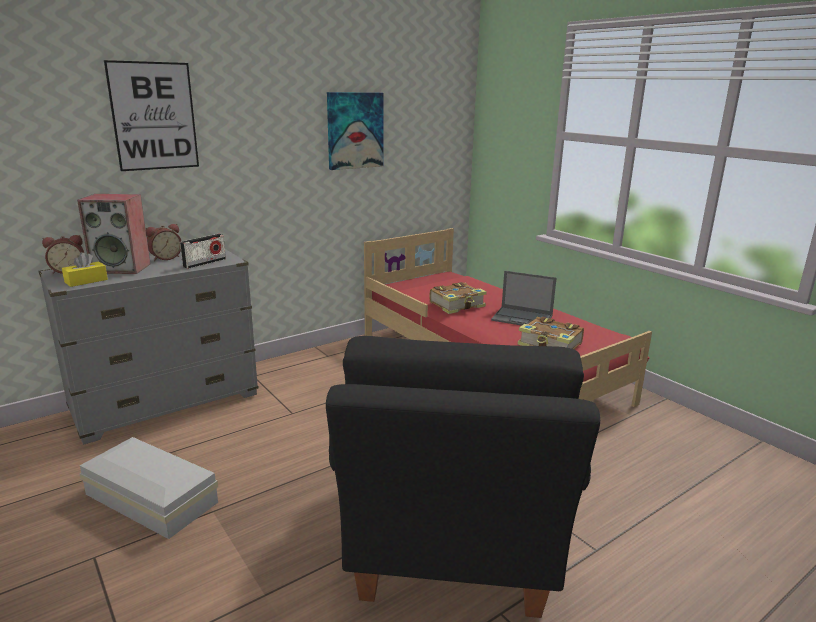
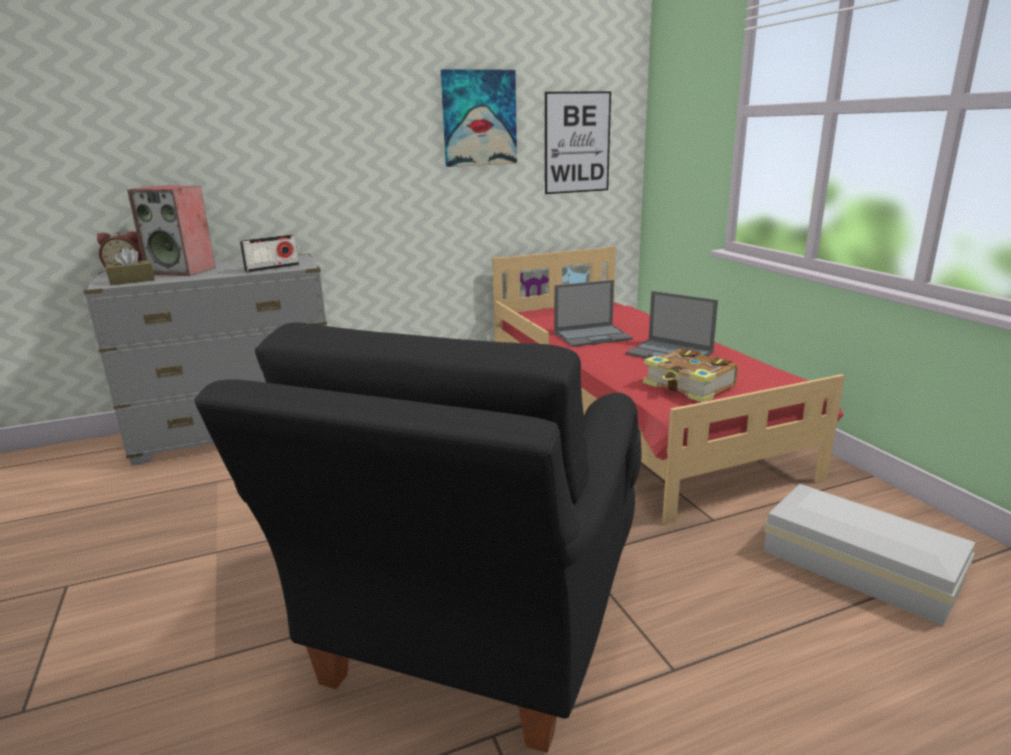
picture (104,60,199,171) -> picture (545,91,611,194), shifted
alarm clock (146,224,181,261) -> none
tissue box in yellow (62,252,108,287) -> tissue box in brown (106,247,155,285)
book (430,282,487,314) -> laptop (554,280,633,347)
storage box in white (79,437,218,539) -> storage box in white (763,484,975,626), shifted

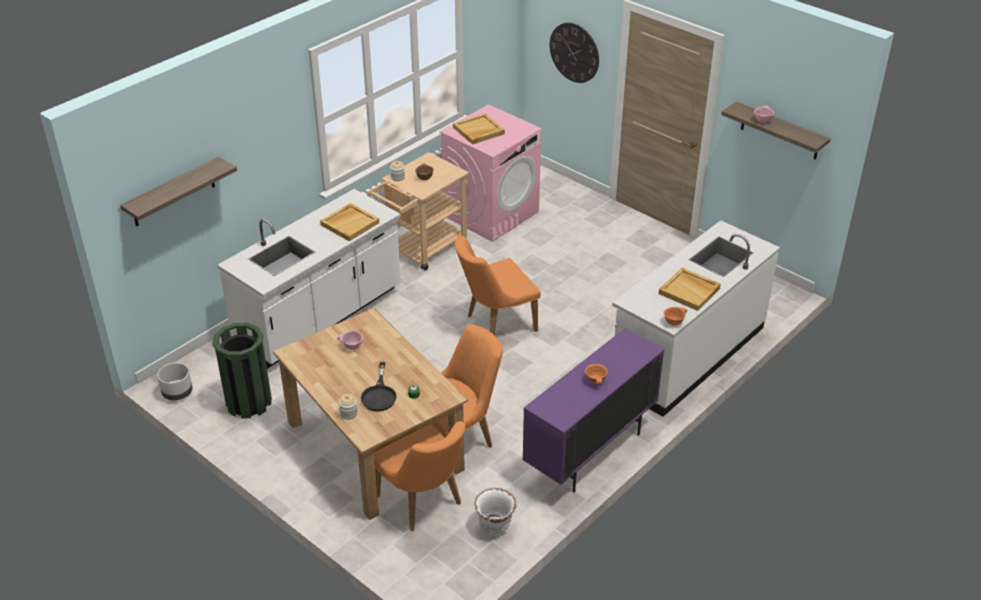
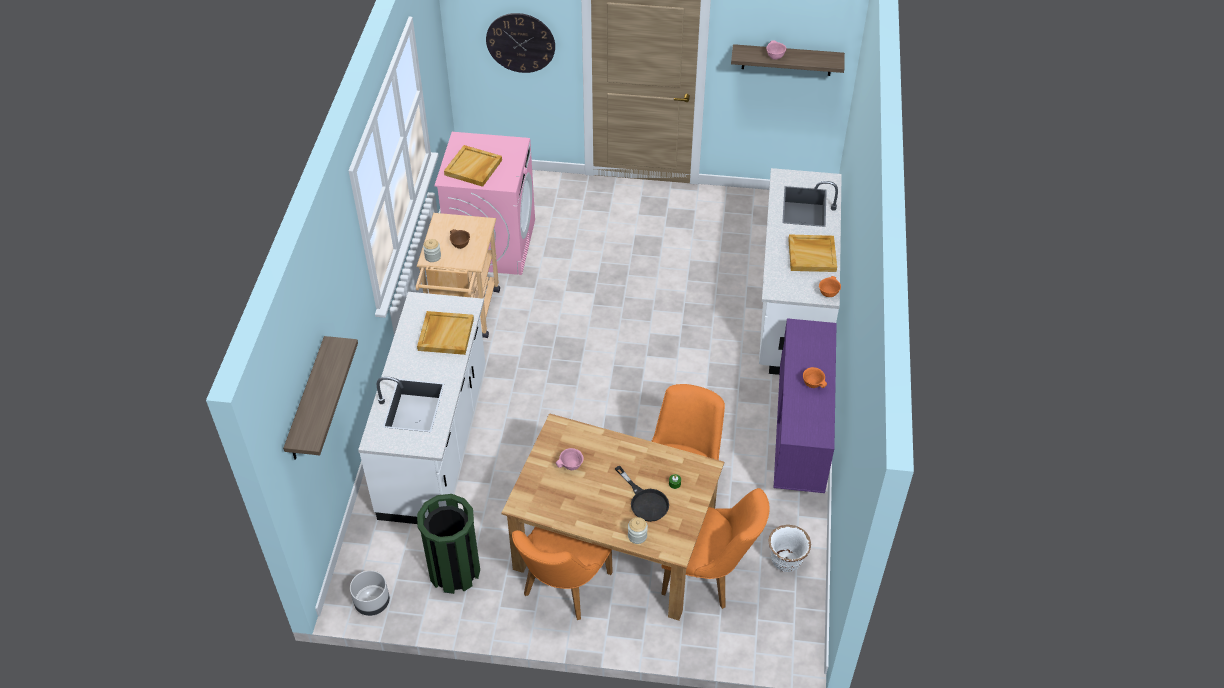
chair in orange (455,236,541,335) -> chair in orange (512,527,613,620), shifted

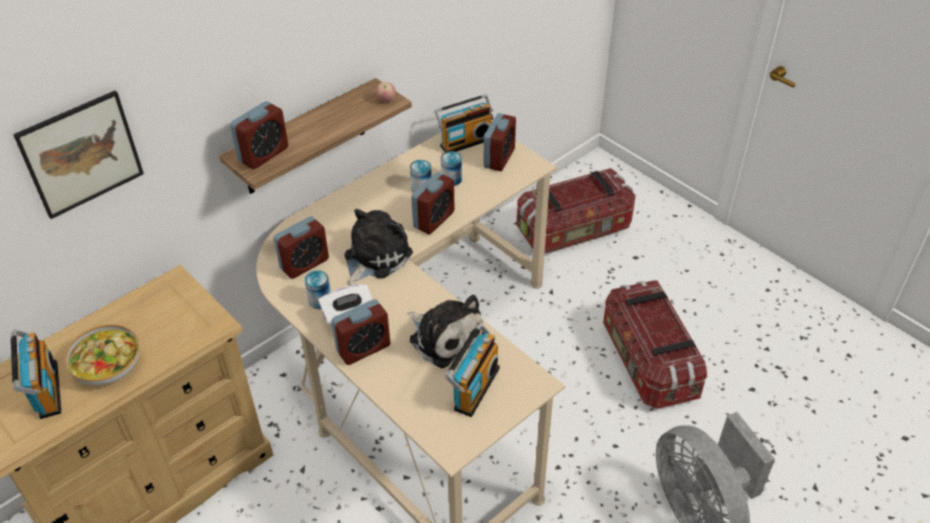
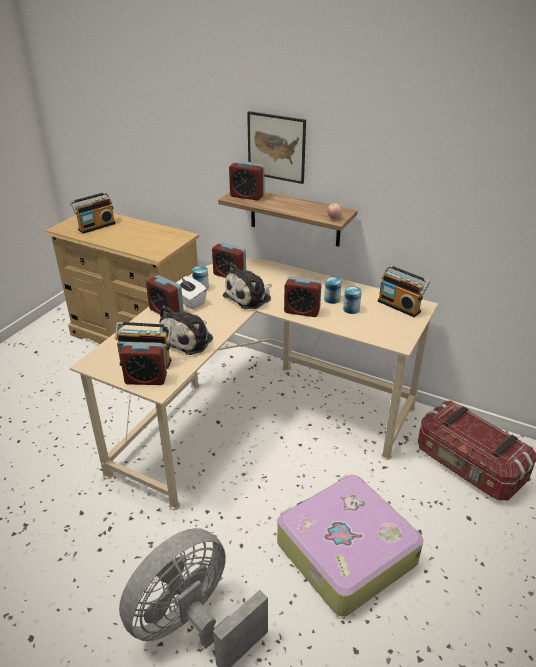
picture (13,91,144,219) -> picture (247,111,306,184), shifted
alarm clock (484,113,516,171) -> alarm clock (120,342,167,385), shifted
plush toy (344,209,413,286) -> plush toy (223,262,272,309), 120 degrees clockwise
storage box (603,281,707,409) -> suitcase (277,475,424,617)
bowl (65,325,140,385) -> none

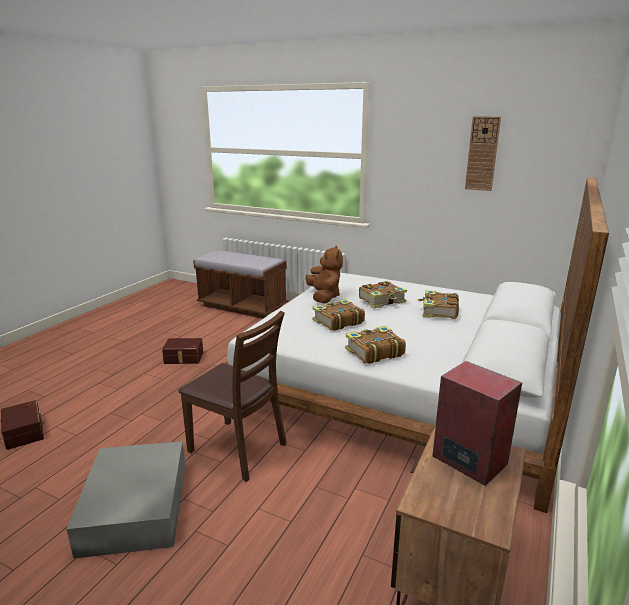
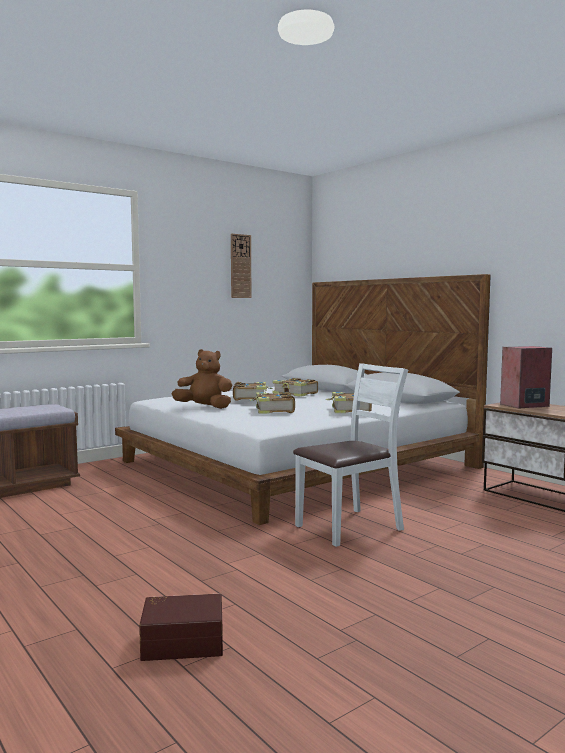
chair in brown (178,311,287,482) -> chair in white (293,363,408,547)
storage box in brown (162,338,203,364) -> none
storage box in grey (66,441,186,559) -> none

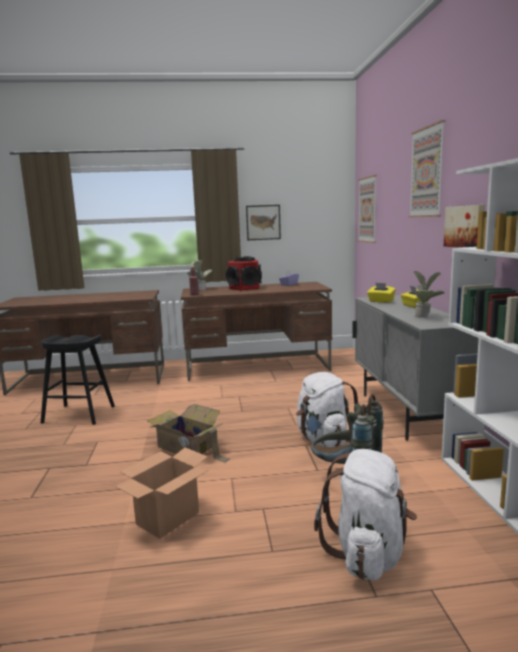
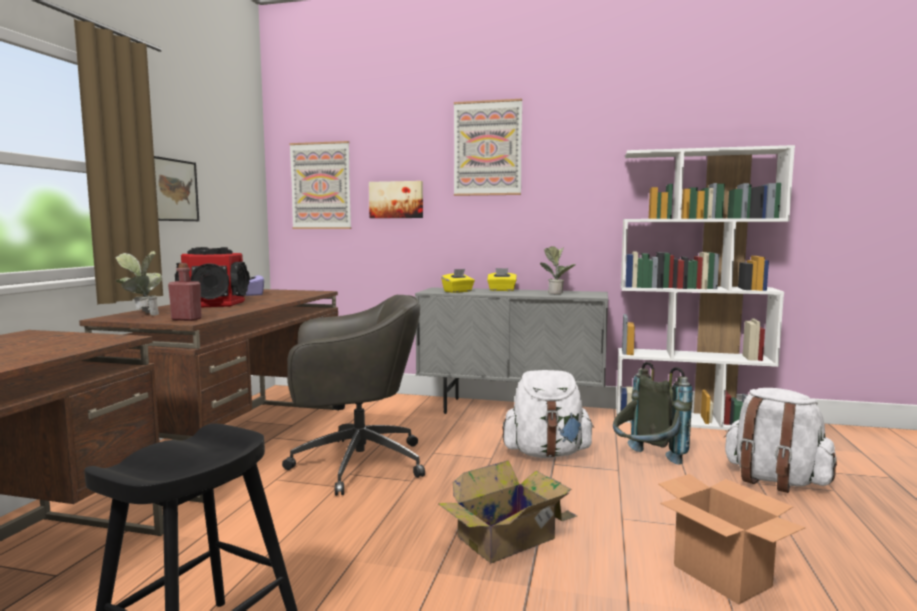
picture (444,205,485,248) -> picture (369,181,423,218), shifted
none -> office chair in grey (282,295,425,496)

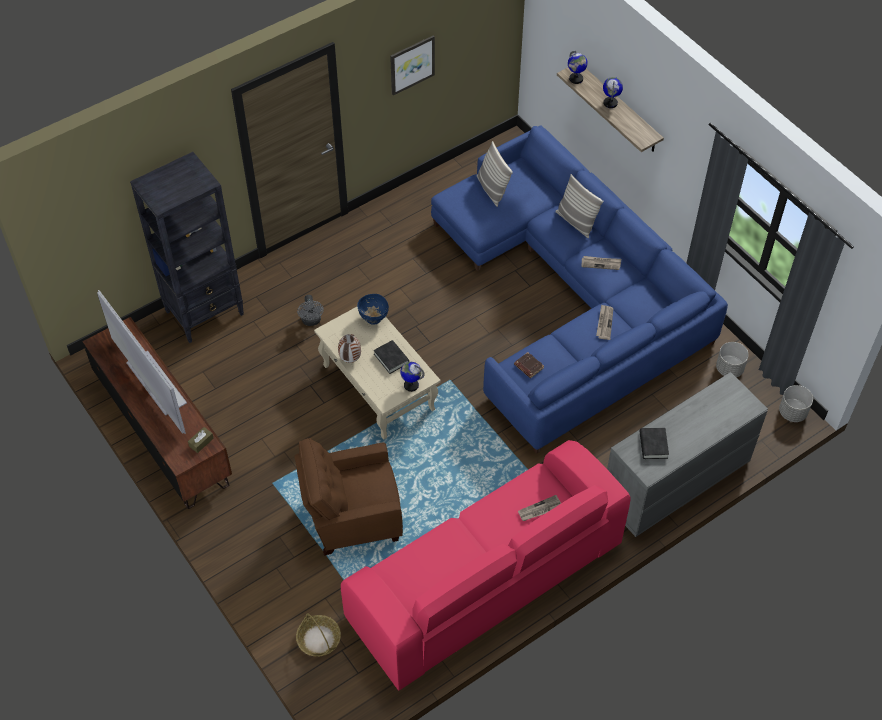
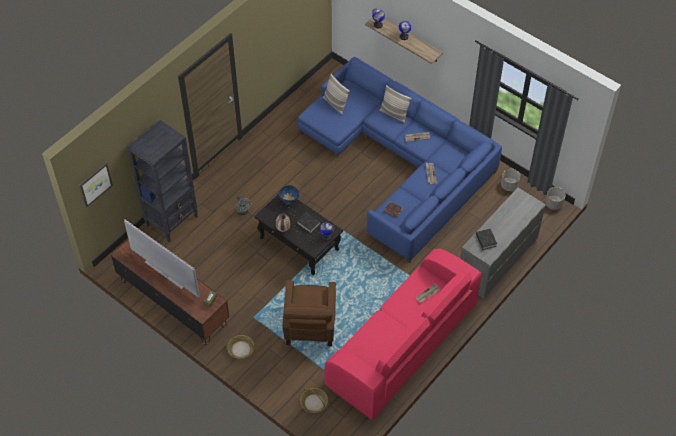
picture (390,35,435,95) -> picture (79,163,113,208), shifted
coffee table in beige (314,307,441,440) -> coffee table in black (254,194,343,275)
armchair in brown (294,438,403,556) -> armchair in brown (282,280,336,346), 60 degrees counterclockwise
none -> basket (227,335,254,359)

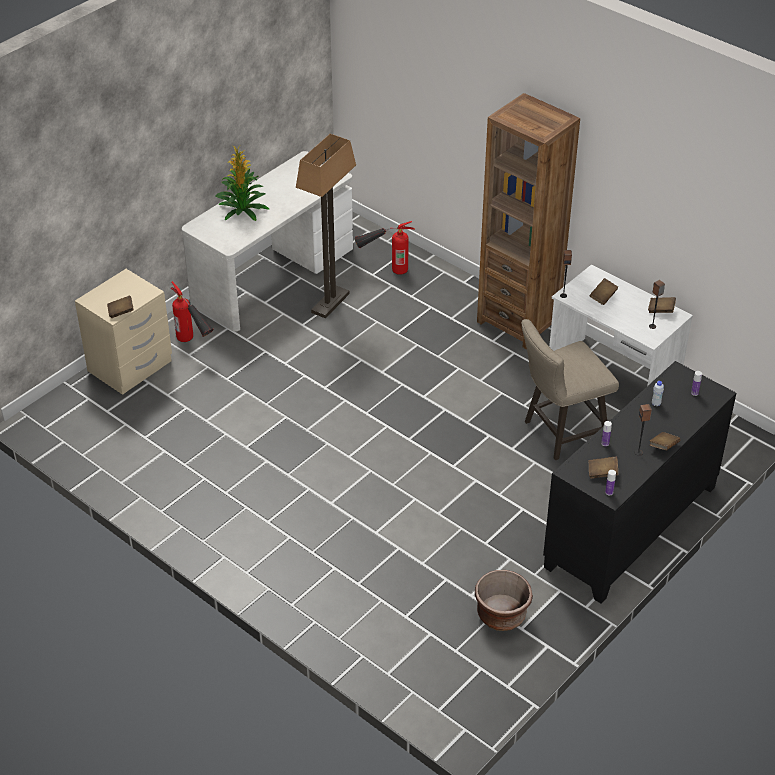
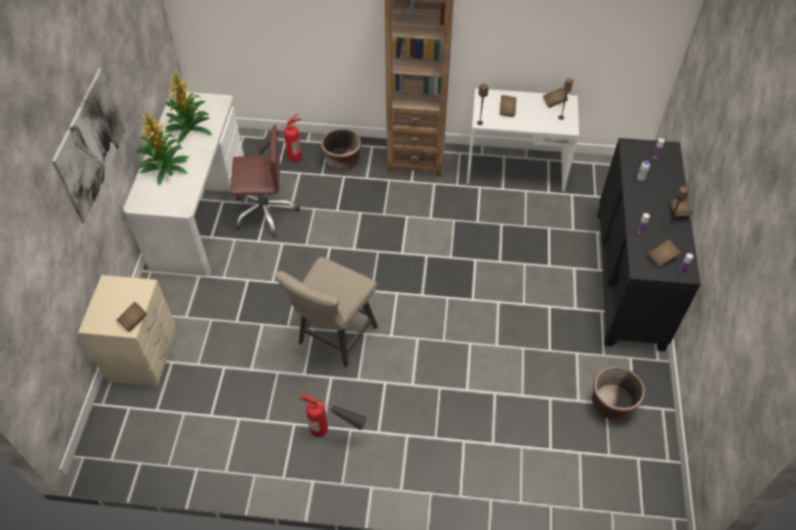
floor lamp (296,134,356,318) -> office chair in brown (231,125,300,237)
fire extinguisher (171,281,214,342) -> fire extinguisher (298,394,367,437), shifted
stool in beige (521,319,619,460) -> stool in beige (275,257,378,367), shifted
none -> picture (52,68,125,223)
none -> potted plant (165,70,212,144)
none -> planter in brown (321,129,361,170)

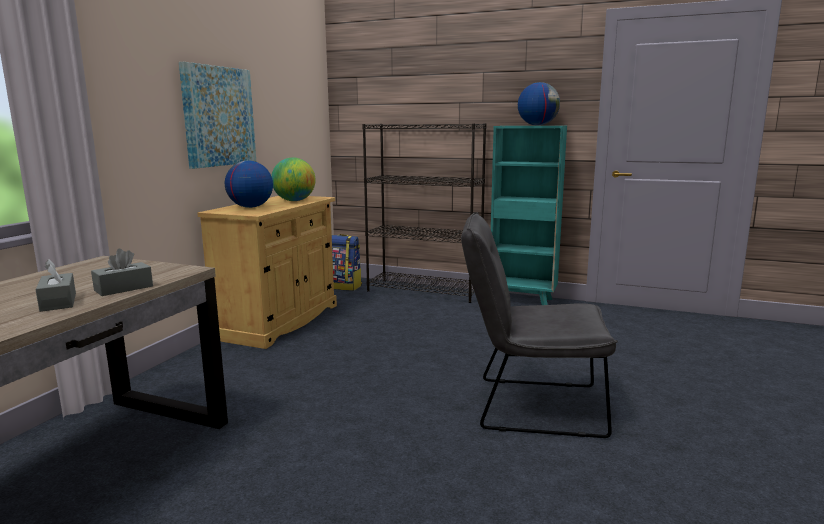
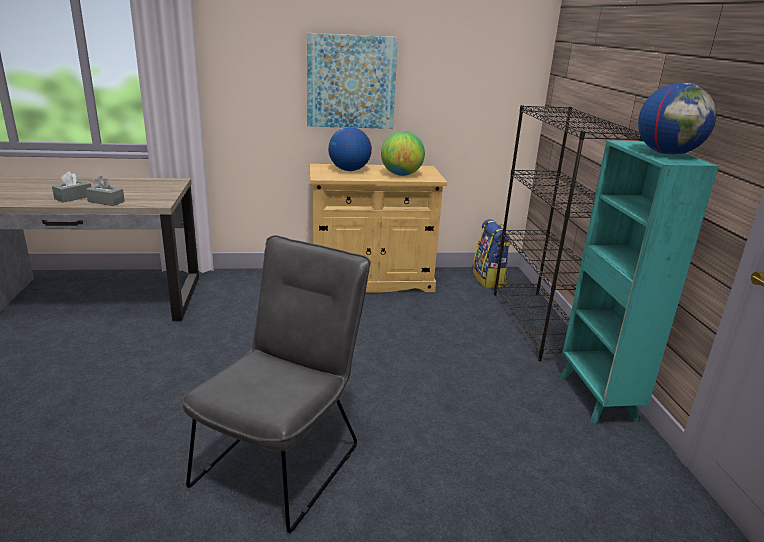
chair in grey (461,212,618,438) -> chair in grey (181,235,371,533), 45 degrees clockwise

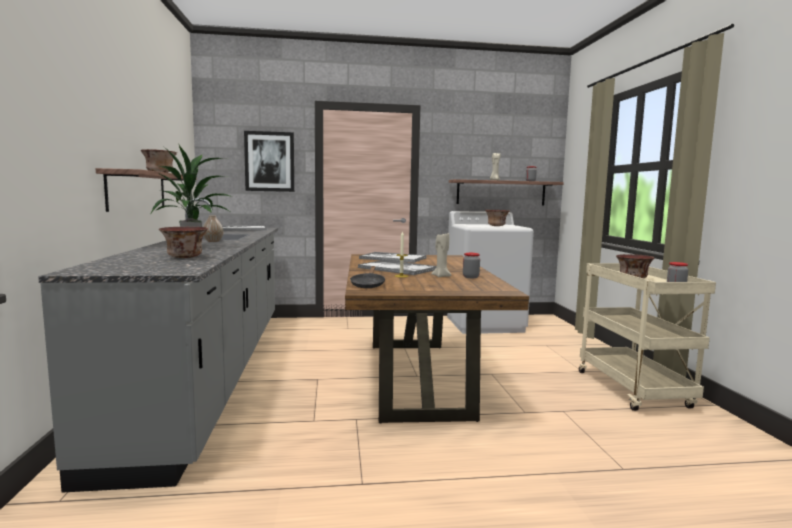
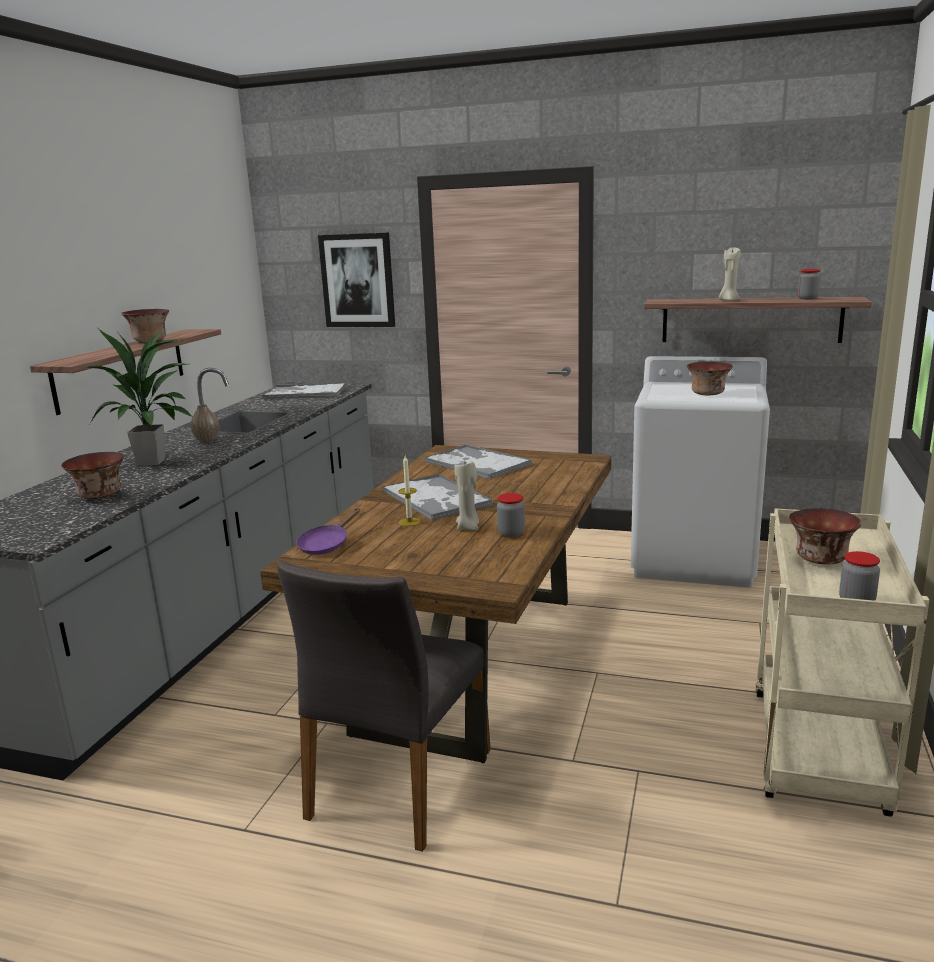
frying pan in black (350,266,386,288) -> frying pan in purple (296,508,360,555)
none -> chair in grey (277,561,491,852)

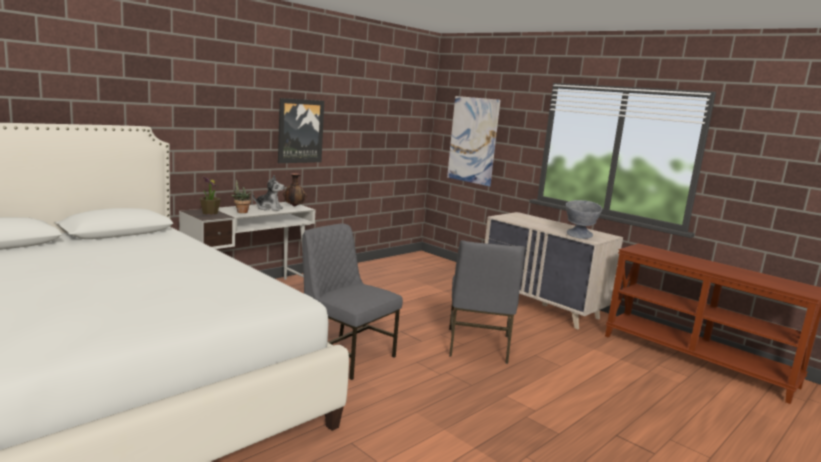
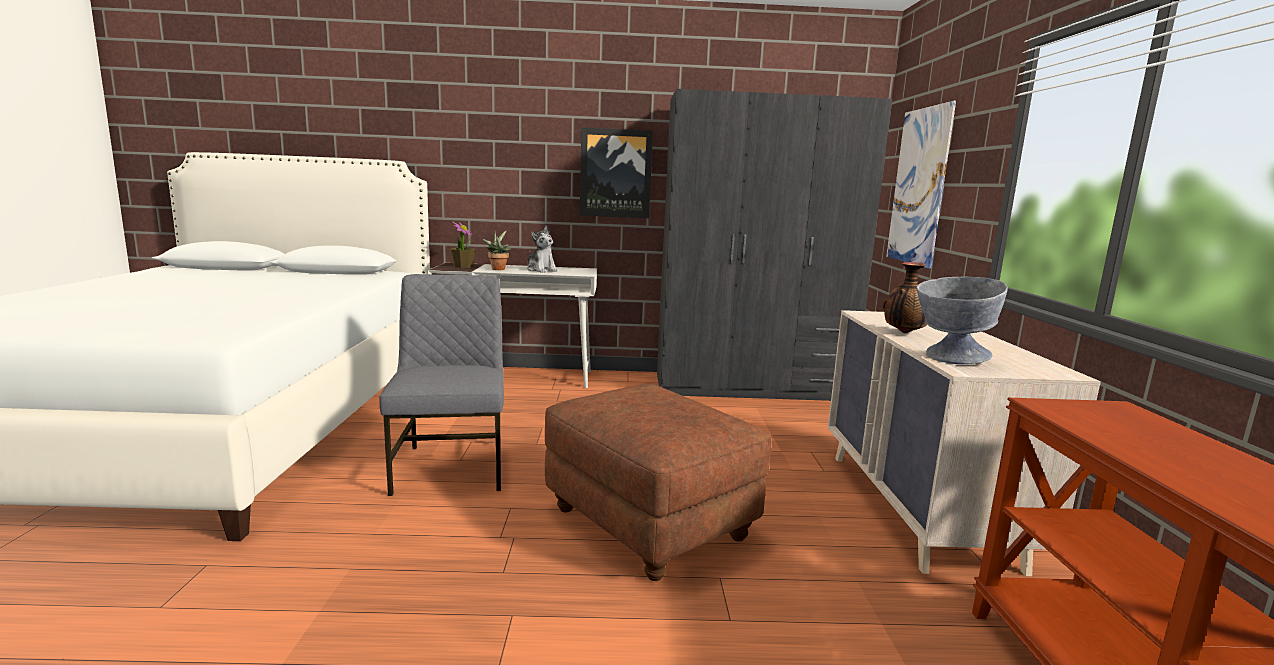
vase (283,173,307,206) -> vase (883,262,927,333), shifted
chair in grey (449,240,525,364) -> ottoman in brown (545,384,772,581)
none -> wardrobe in grey (657,89,892,401)

